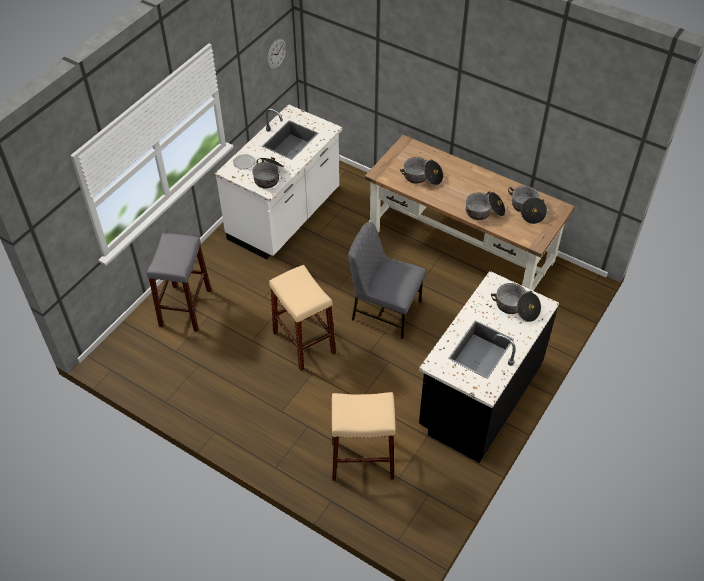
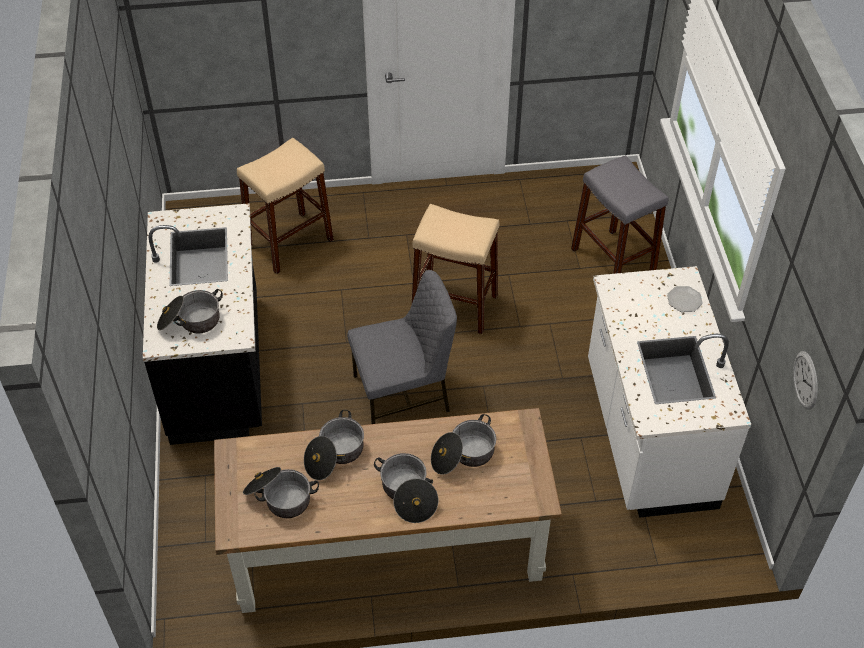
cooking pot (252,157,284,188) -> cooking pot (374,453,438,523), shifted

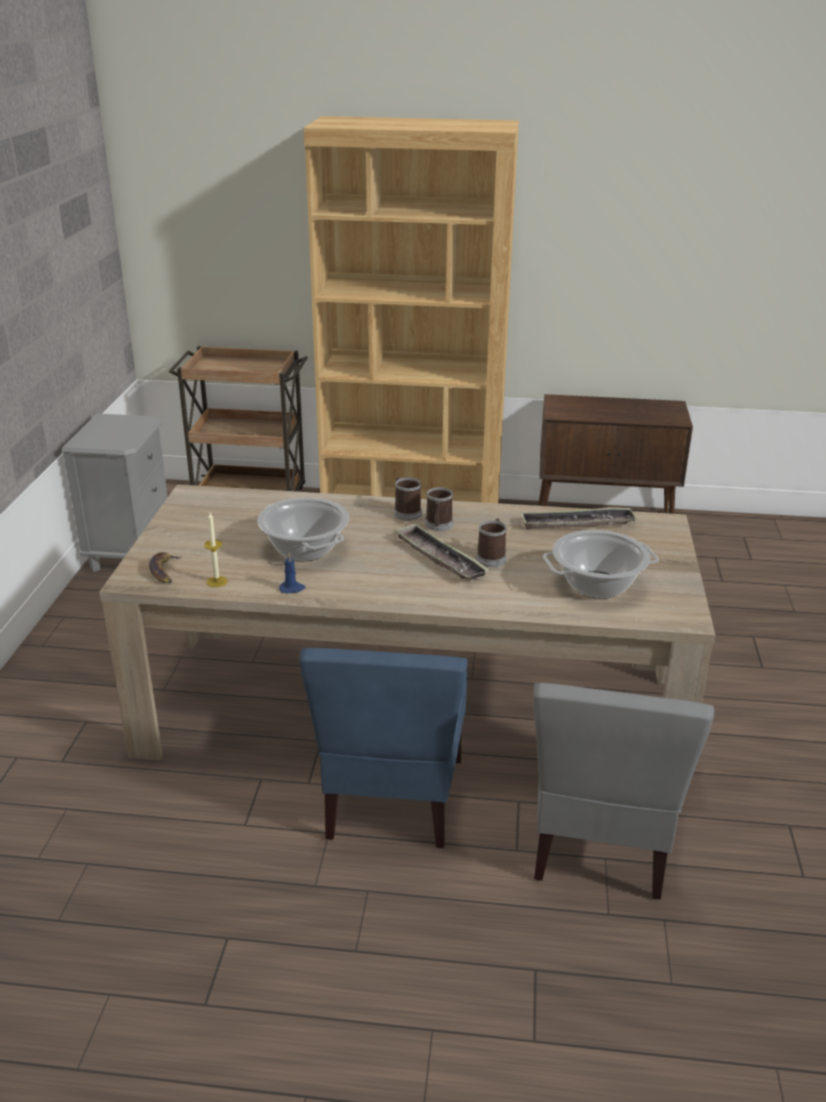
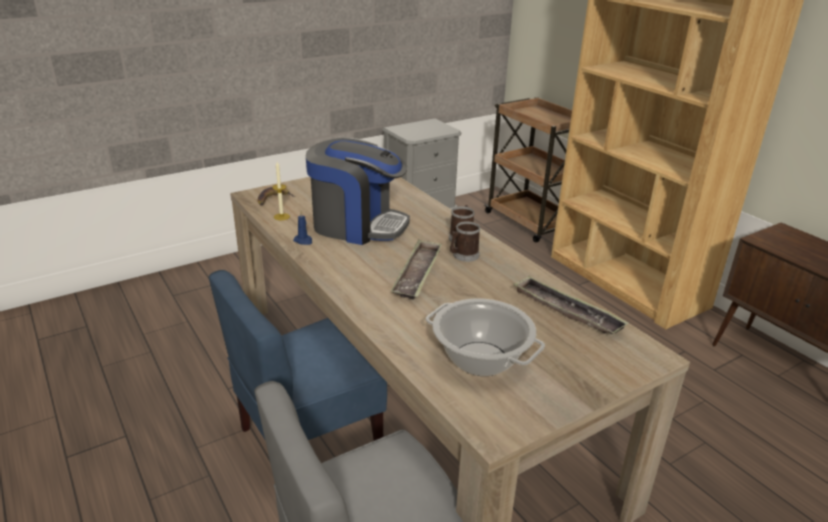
cooking pot (257,498,349,561) -> coffee machine (306,138,410,245)
mug (476,518,507,567) -> none

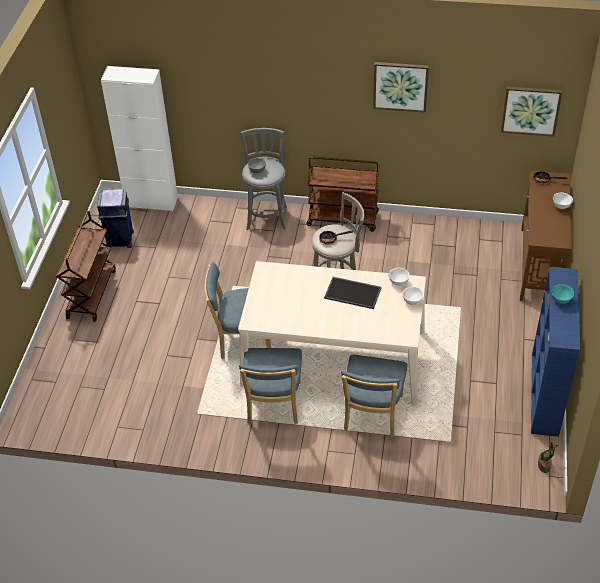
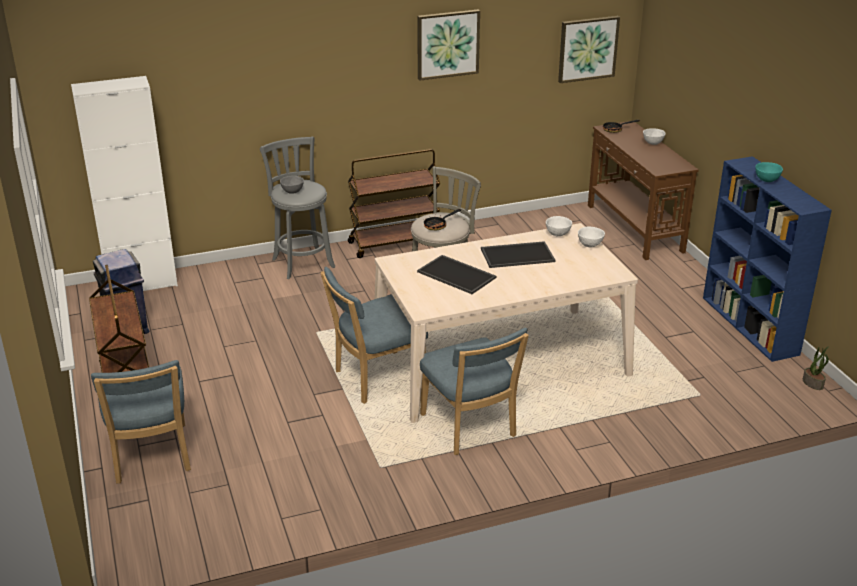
chair in blue (341,355,407,437) -> chair in blue (91,360,191,484), shifted
none -> tray (417,255,496,294)

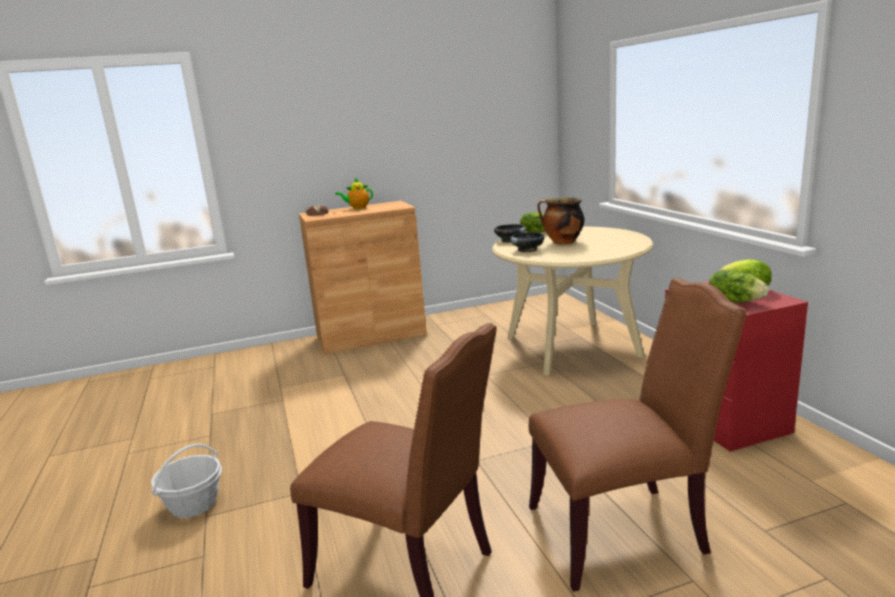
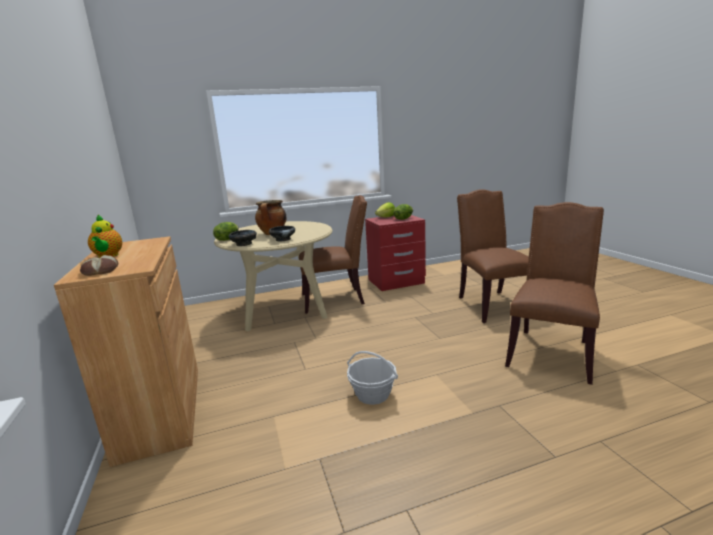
basket (151,443,222,518) -> basket (347,351,398,405), shifted
none -> chair in brown (299,195,367,314)

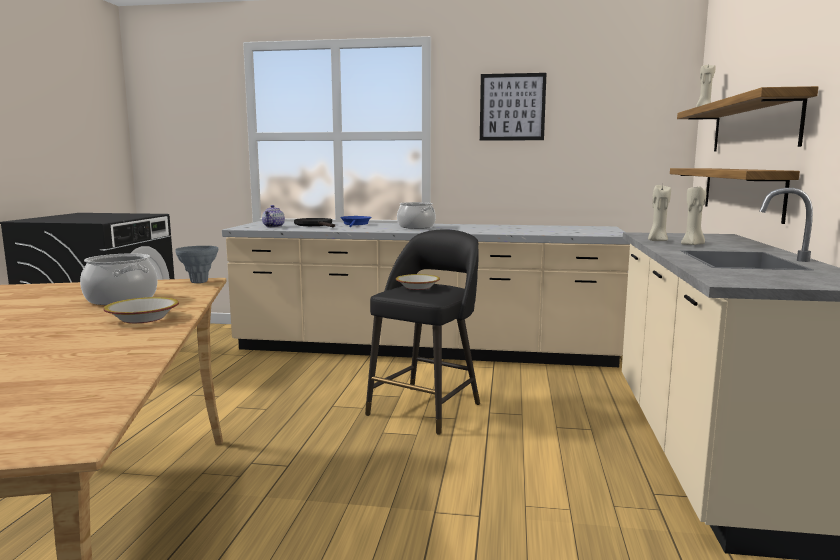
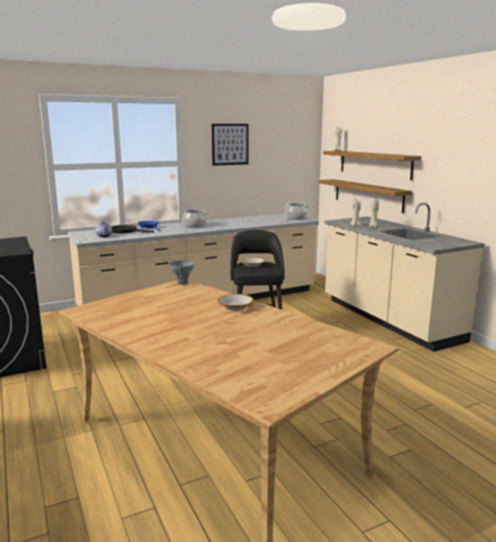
cooking pot (80,253,158,305) -> cooking pot (284,203,309,220), shifted

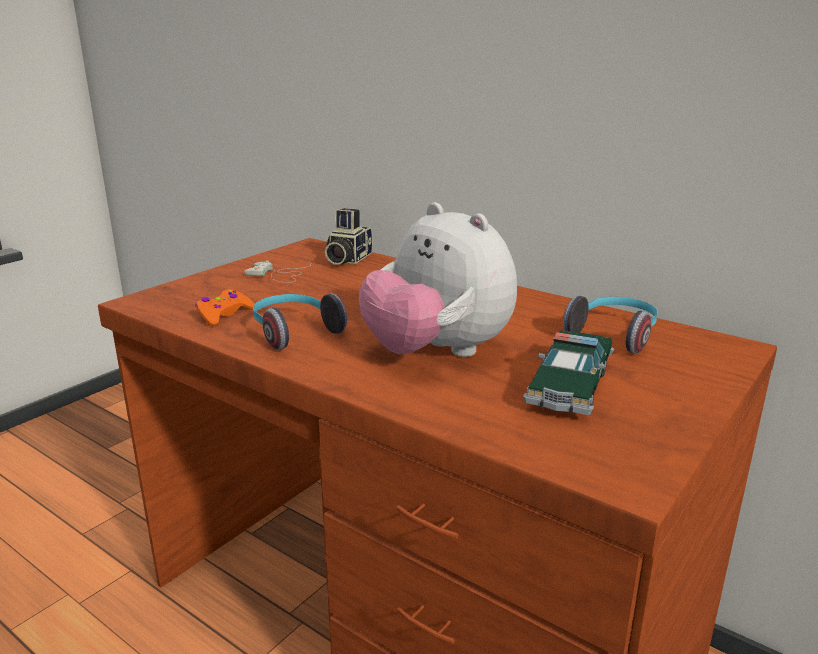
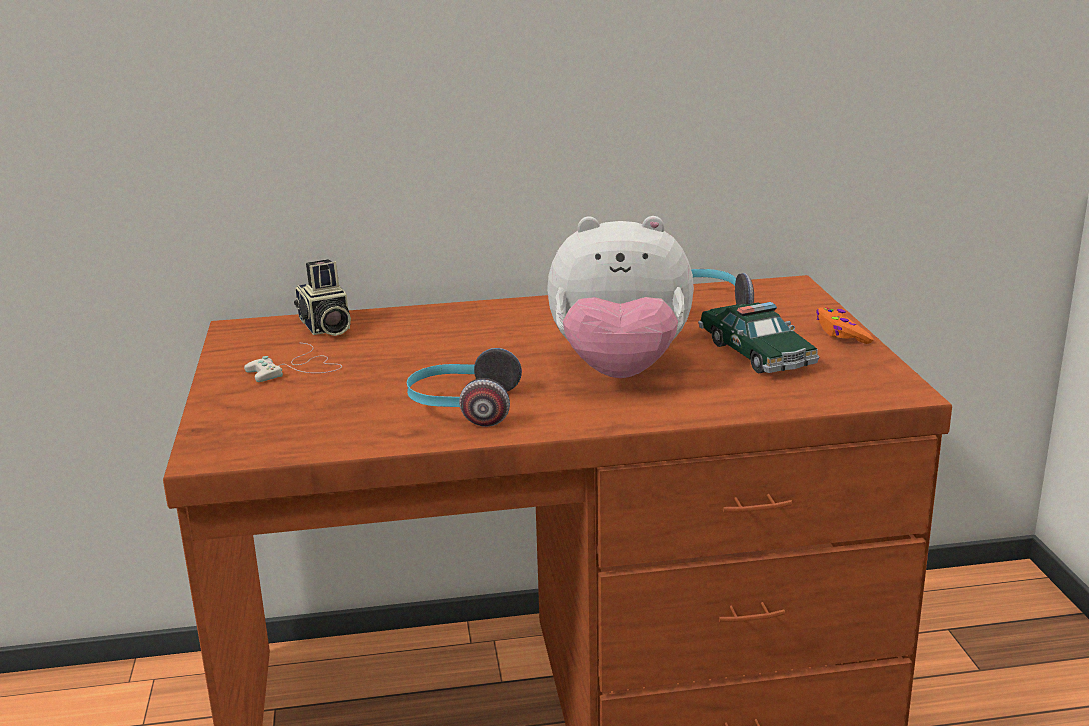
game controller in orange (195,289,255,326) -> game controller in orange (816,307,873,344), shifted

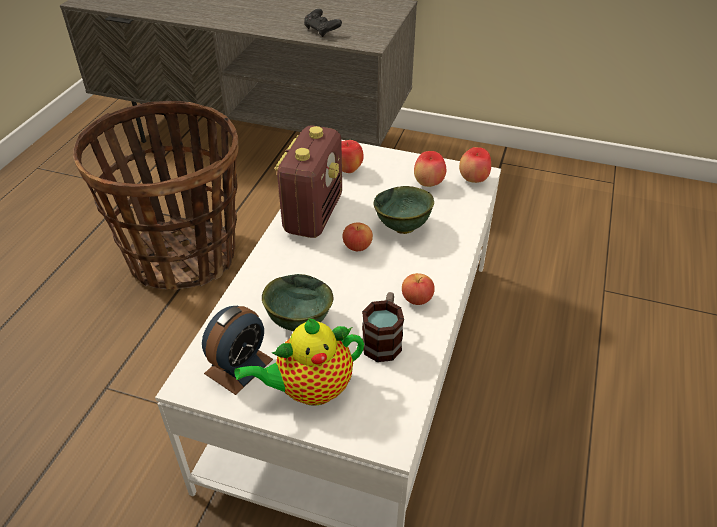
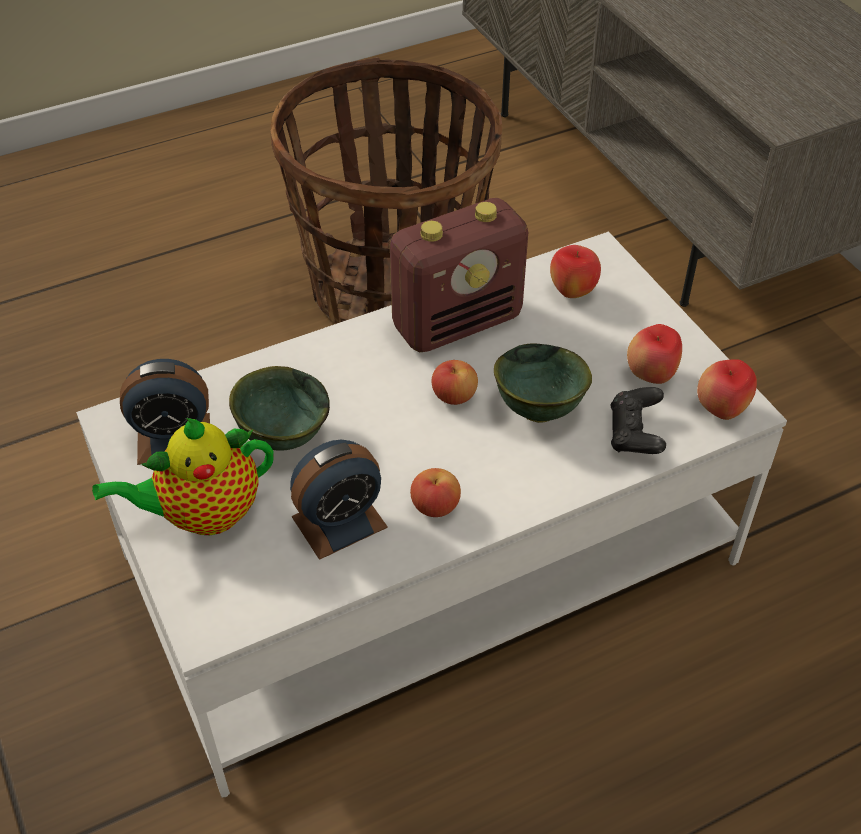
game controller in black (304,9,342,37) -> game controller in black (611,387,666,454), shifted
mug (362,292,404,362) -> alarm clock (290,440,388,560)
teapot (234,318,364,406) -> teapot (92,418,274,535), 45 degrees counterclockwise

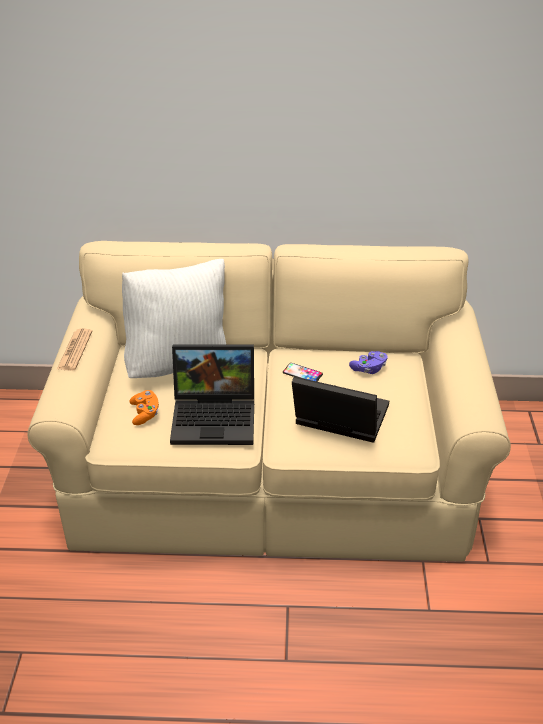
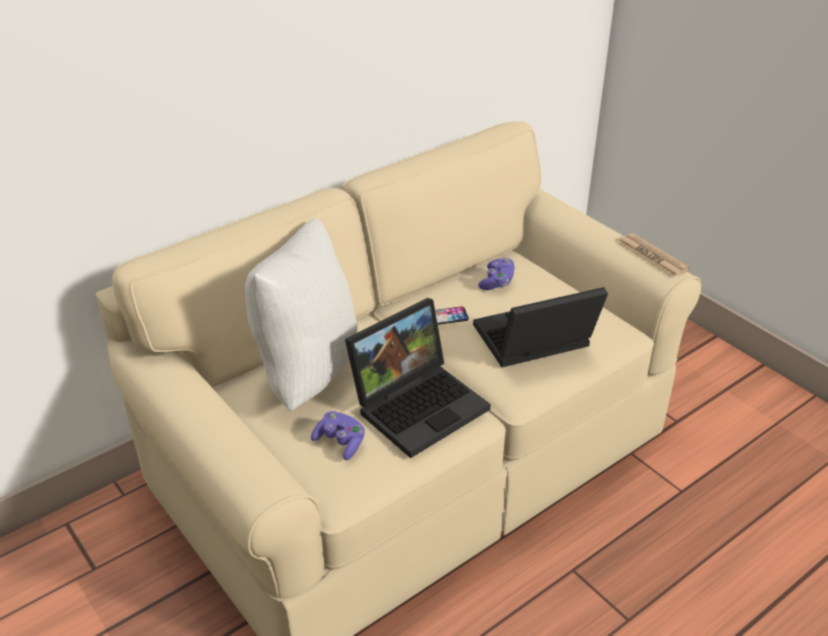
newspaper (56,328,92,371) -> newspaper (618,233,690,277), shifted
game controller in orange (129,390,159,425) -> game controller in purple (311,411,365,460)

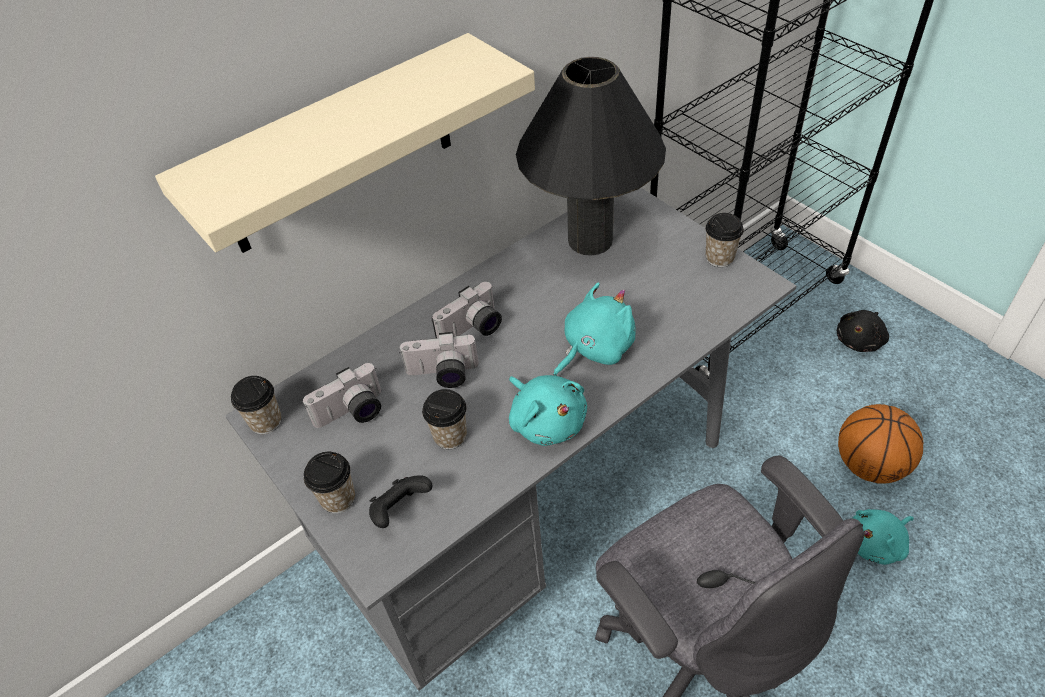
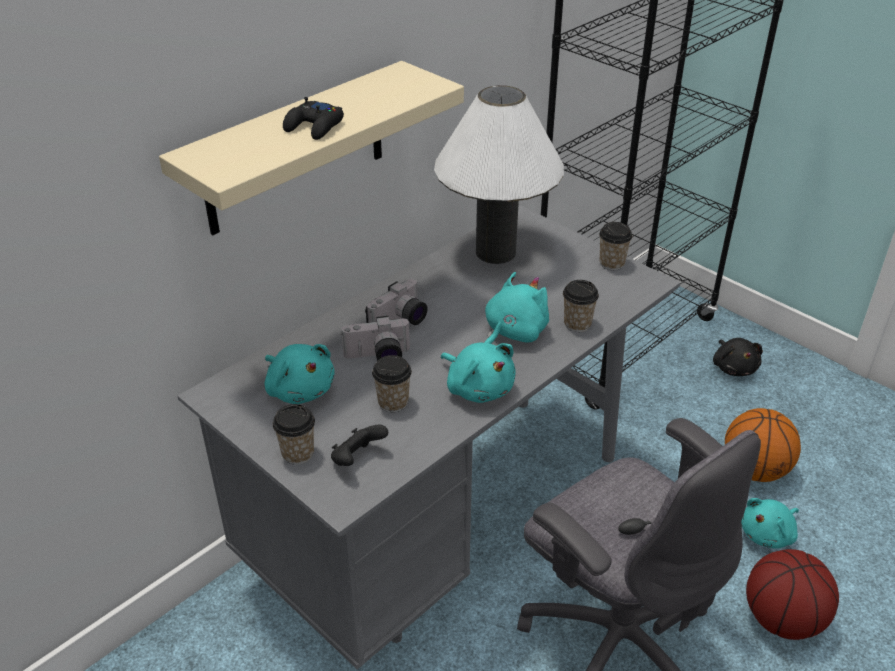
table lamp in black (516,57,666,256) -> table lamp in white (434,85,564,264)
plush toy in black (836,310,889,352) -> plush toy in black (713,338,763,376), 45 degrees counterclockwise
photo camera (303,363,381,428) -> plush toy in turquoise (265,344,335,404)
cup (231,376,281,434) -> cup (563,280,599,332), shifted
none -> game controller in black (283,97,344,140)
none -> basketball (746,549,839,640)

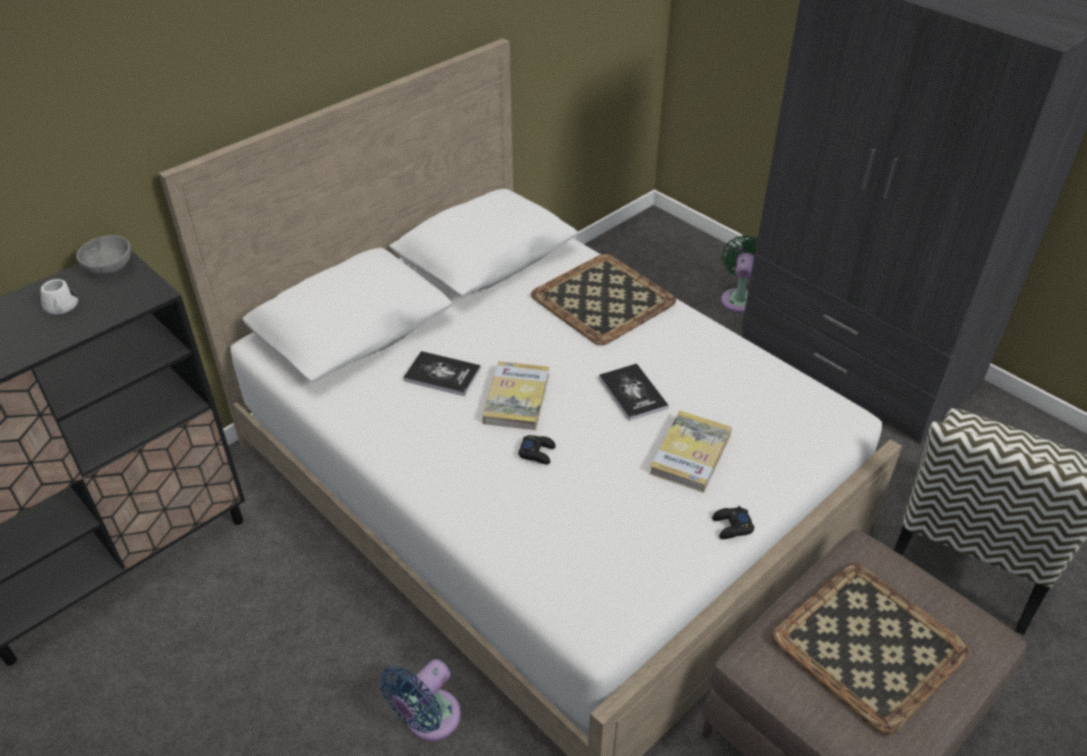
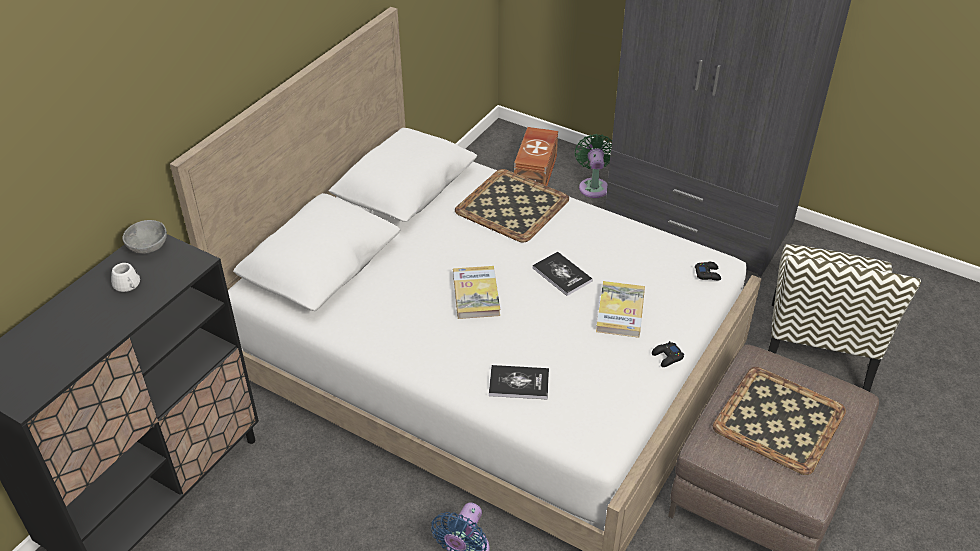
book (403,351,481,396) -> book (489,365,549,400), shifted
game controller in black (518,435,556,464) -> game controller in black (695,262,721,280), shifted
none -> storage box in brown (514,127,558,186)

